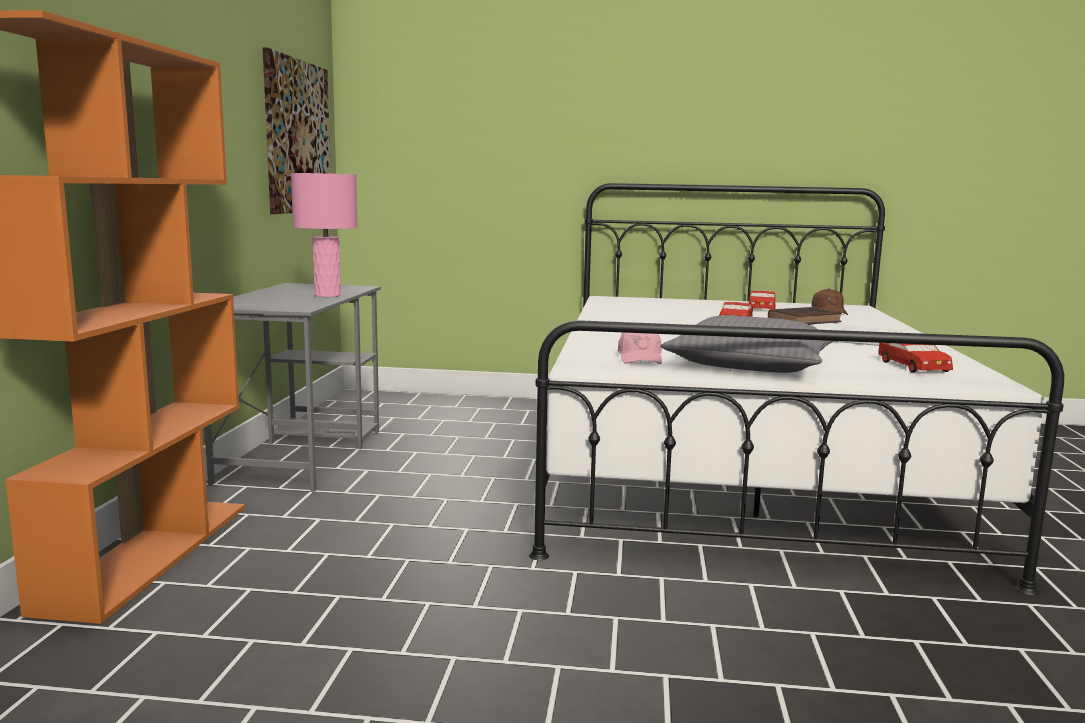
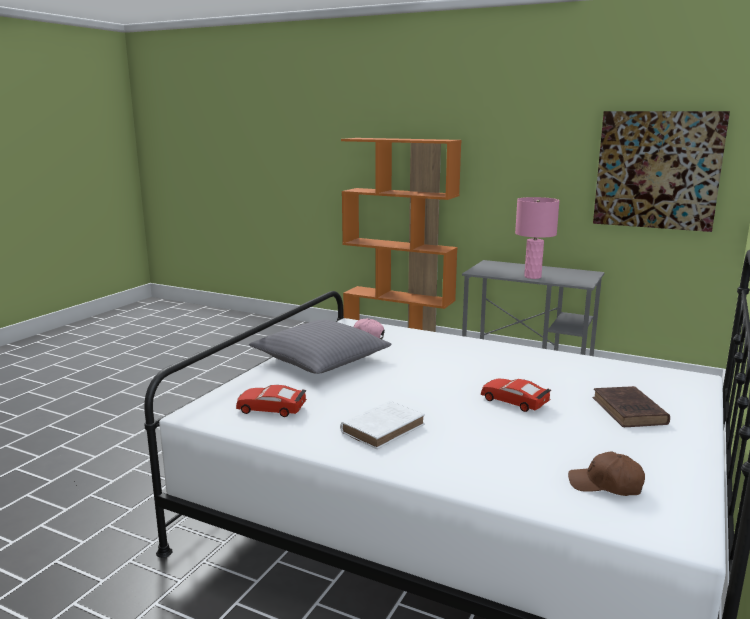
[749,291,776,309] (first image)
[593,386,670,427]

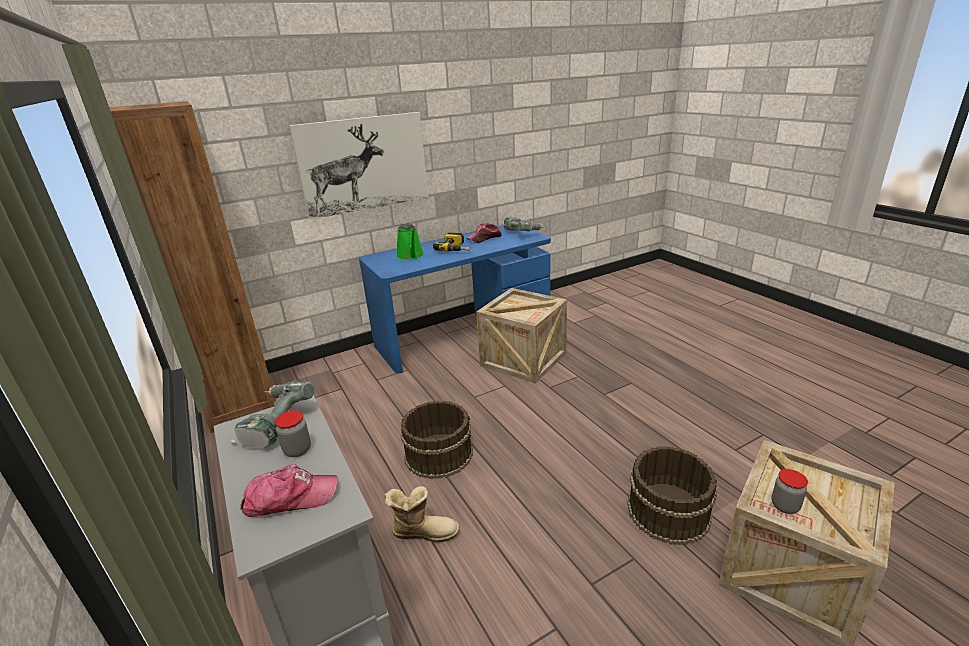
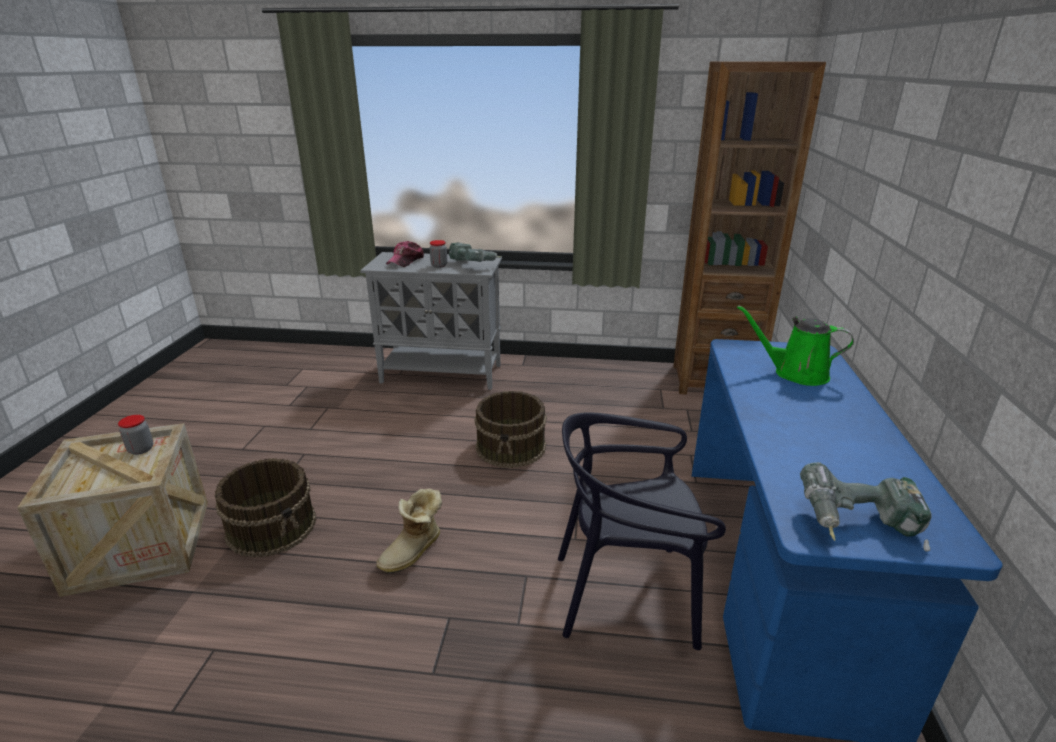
[289,112,429,220] (first image)
[466,223,502,243] (first image)
[433,233,471,252] (first image)
[558,412,726,650]
[376,489,442,574]

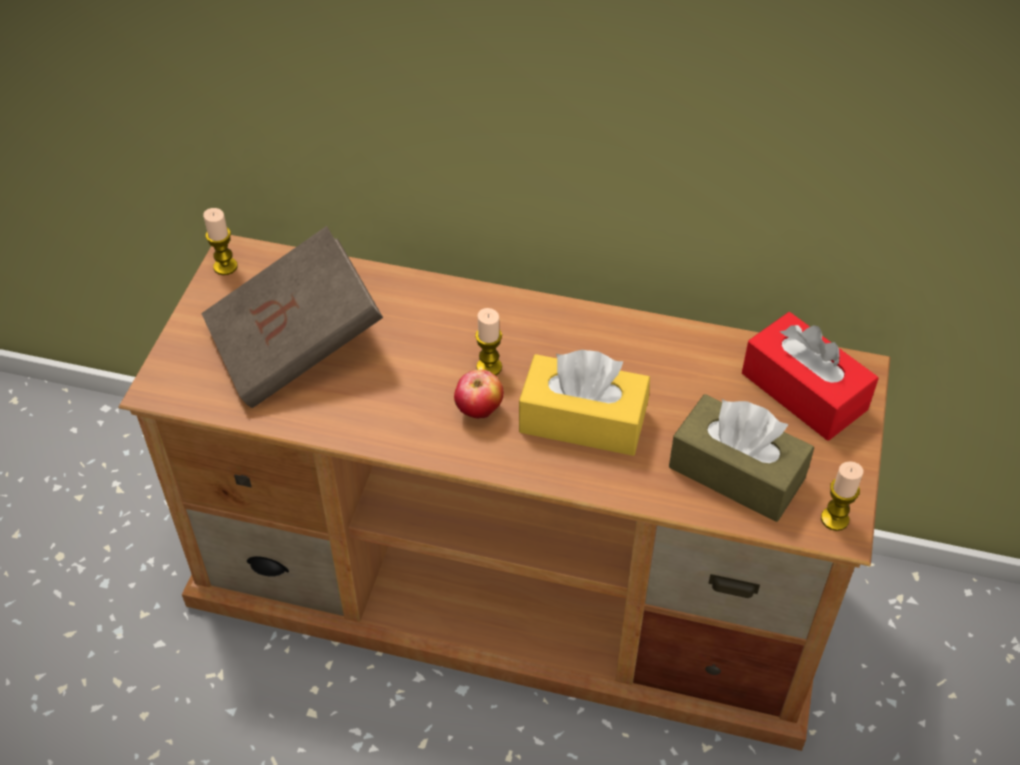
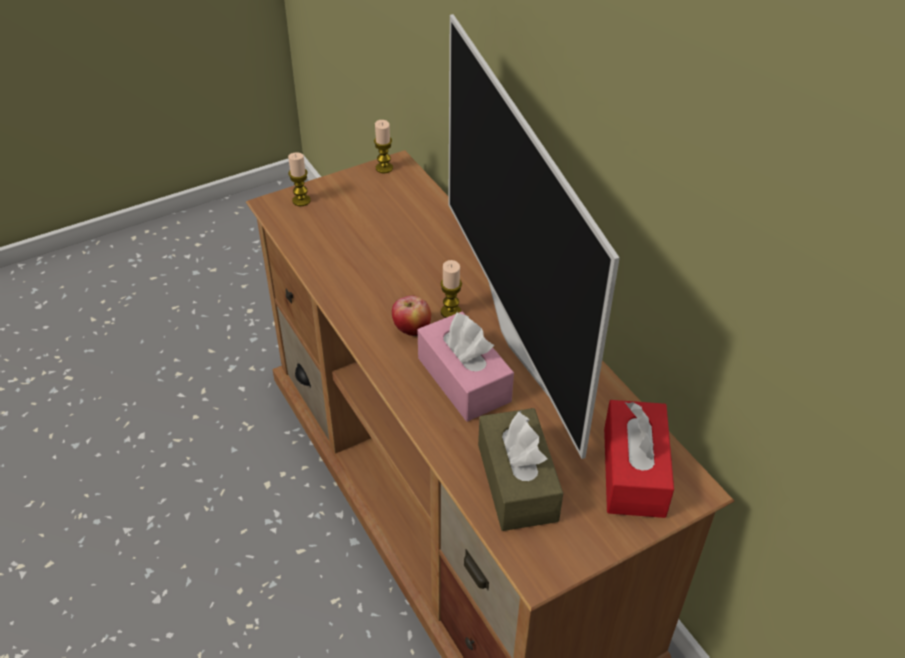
[202,226,383,408] (first image)
[418,312,514,422]
[288,153,311,206]
[448,14,620,459]

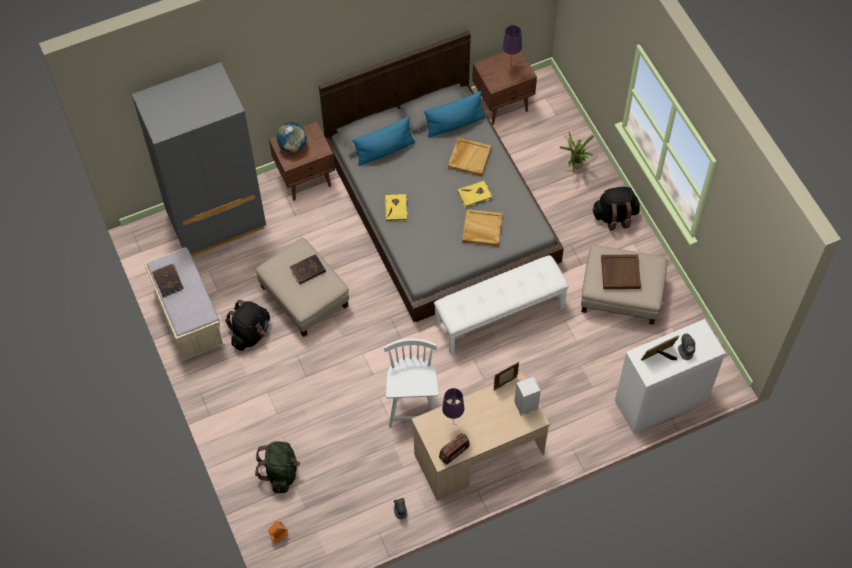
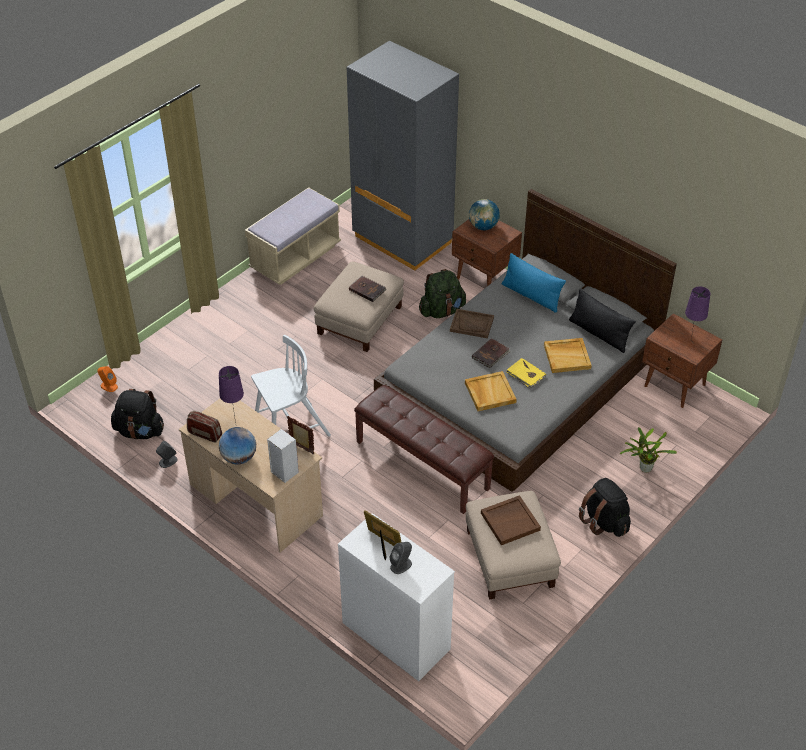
[569,289,636,353]
[450,309,494,338]
[354,385,494,514]
[472,338,511,368]
[111,389,164,439]
[419,269,466,318]
[219,427,256,464]

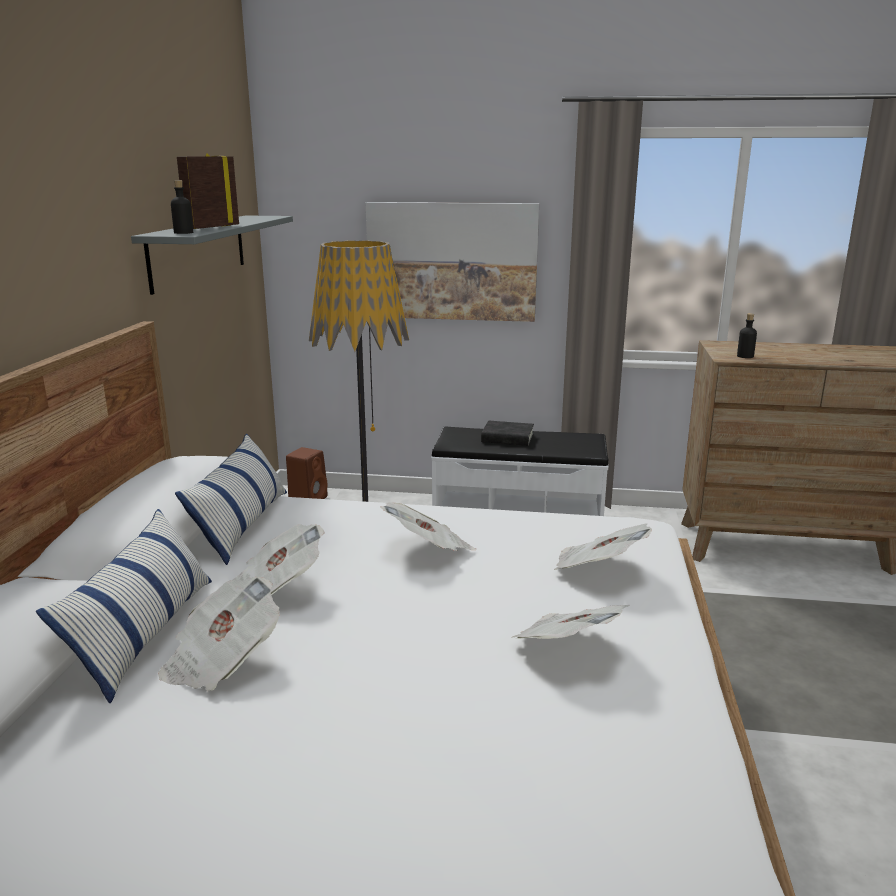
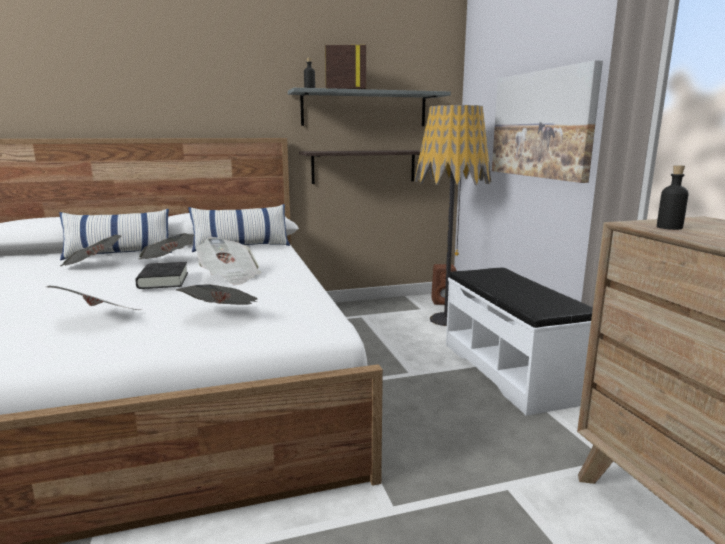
[135,262,188,289]
[299,150,421,184]

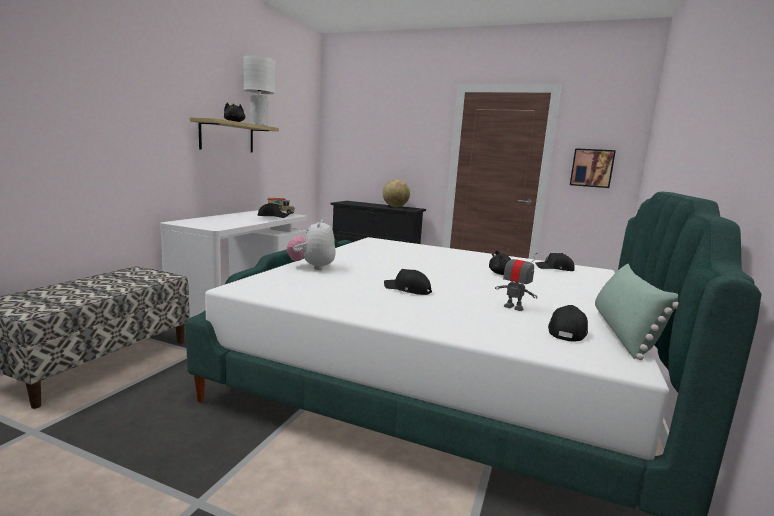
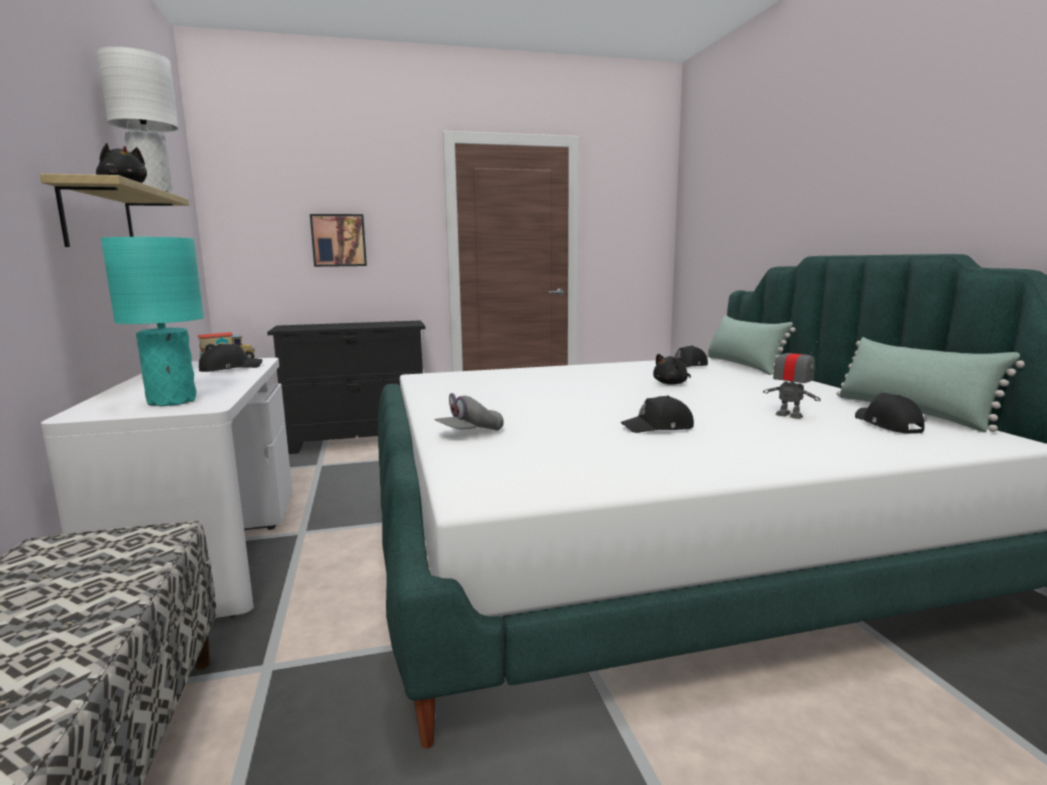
[310,214,367,267]
[383,179,410,207] (first image)
[435,393,504,431]
[763,340,821,419]
[101,237,204,406]
[708,315,796,375]

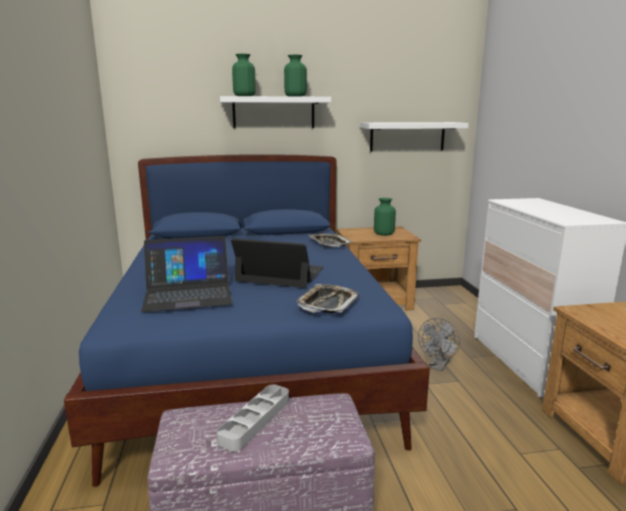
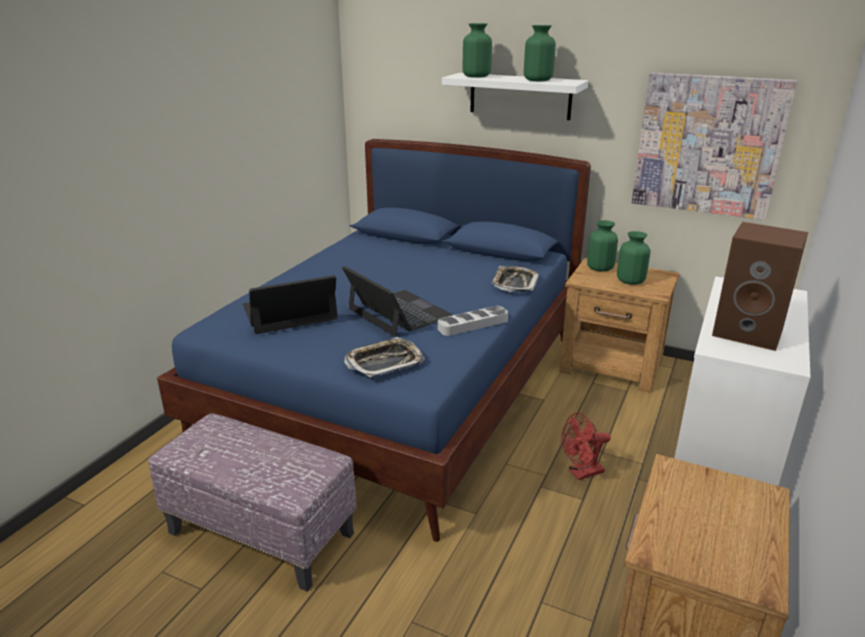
[632,73,797,220]
[242,275,338,334]
[562,413,611,480]
[438,306,508,336]
[587,220,618,272]
[712,222,808,351]

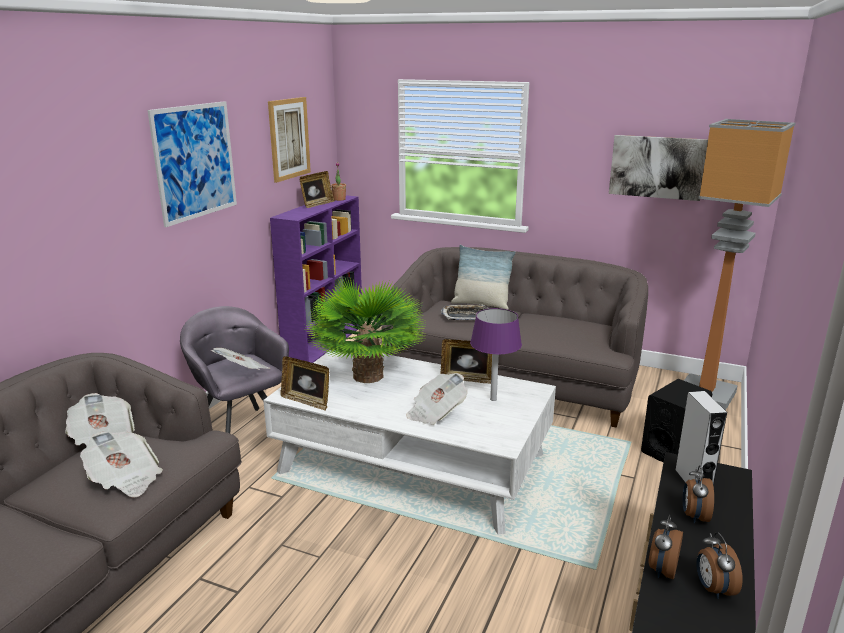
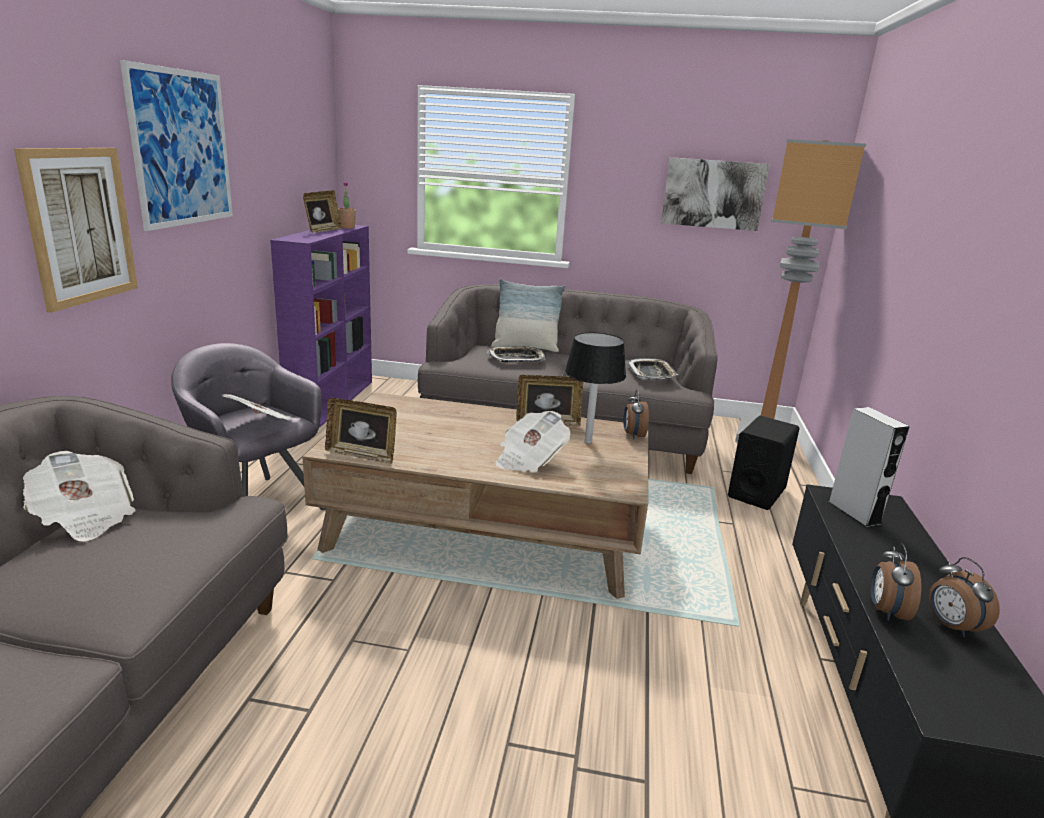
[14,148,138,313]
[306,275,426,383] (first image)
[565,332,626,444]
[302,392,648,599]
[80,431,163,498] (first image)
[624,390,649,439]
[627,358,678,380]

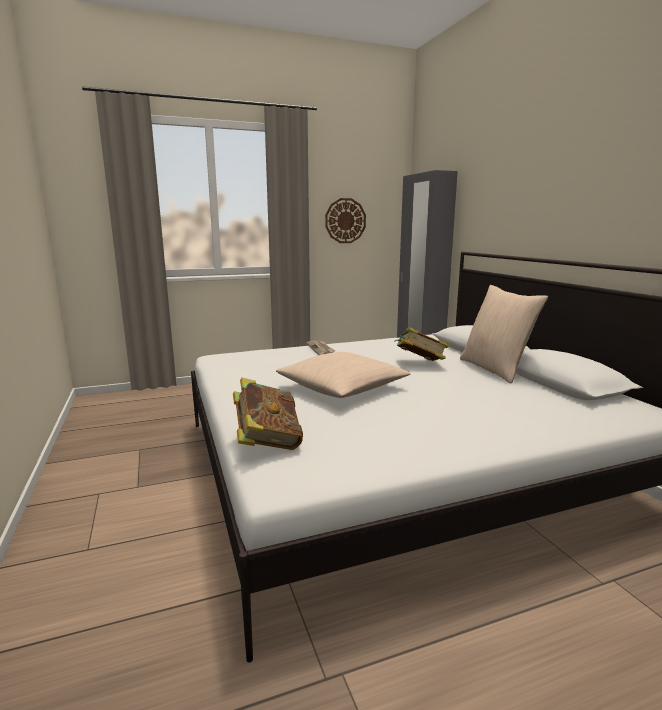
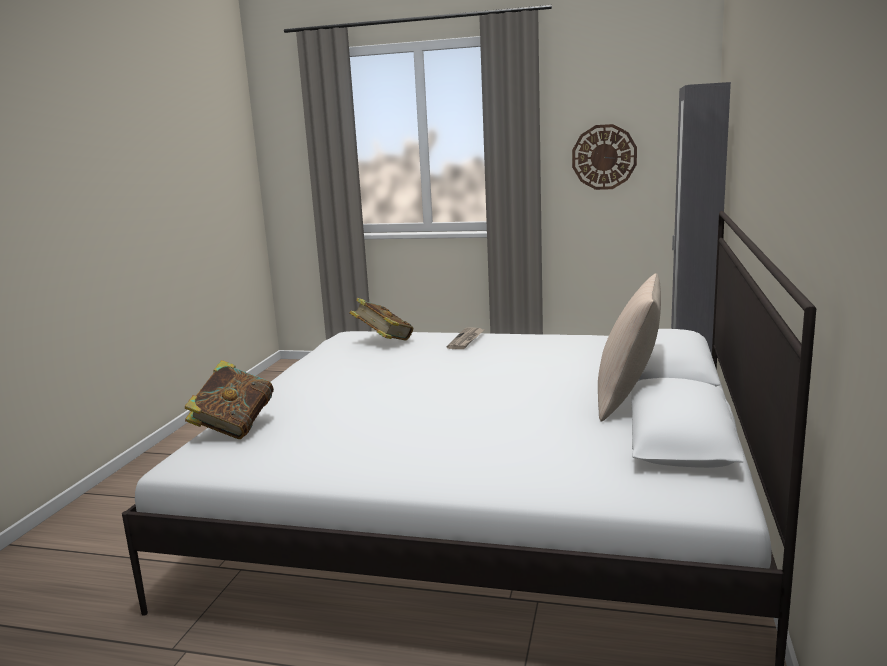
[349,298,413,341]
[276,352,410,398] (first image)

